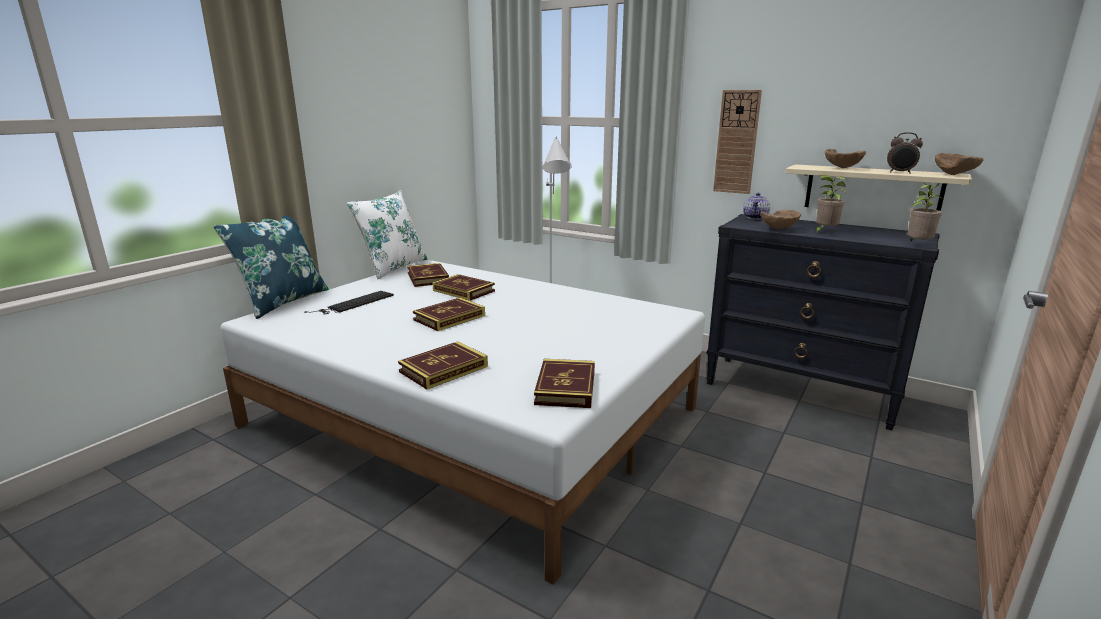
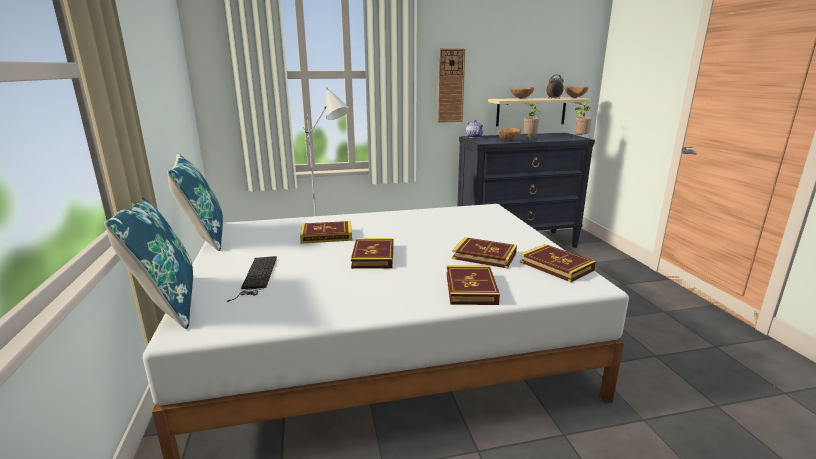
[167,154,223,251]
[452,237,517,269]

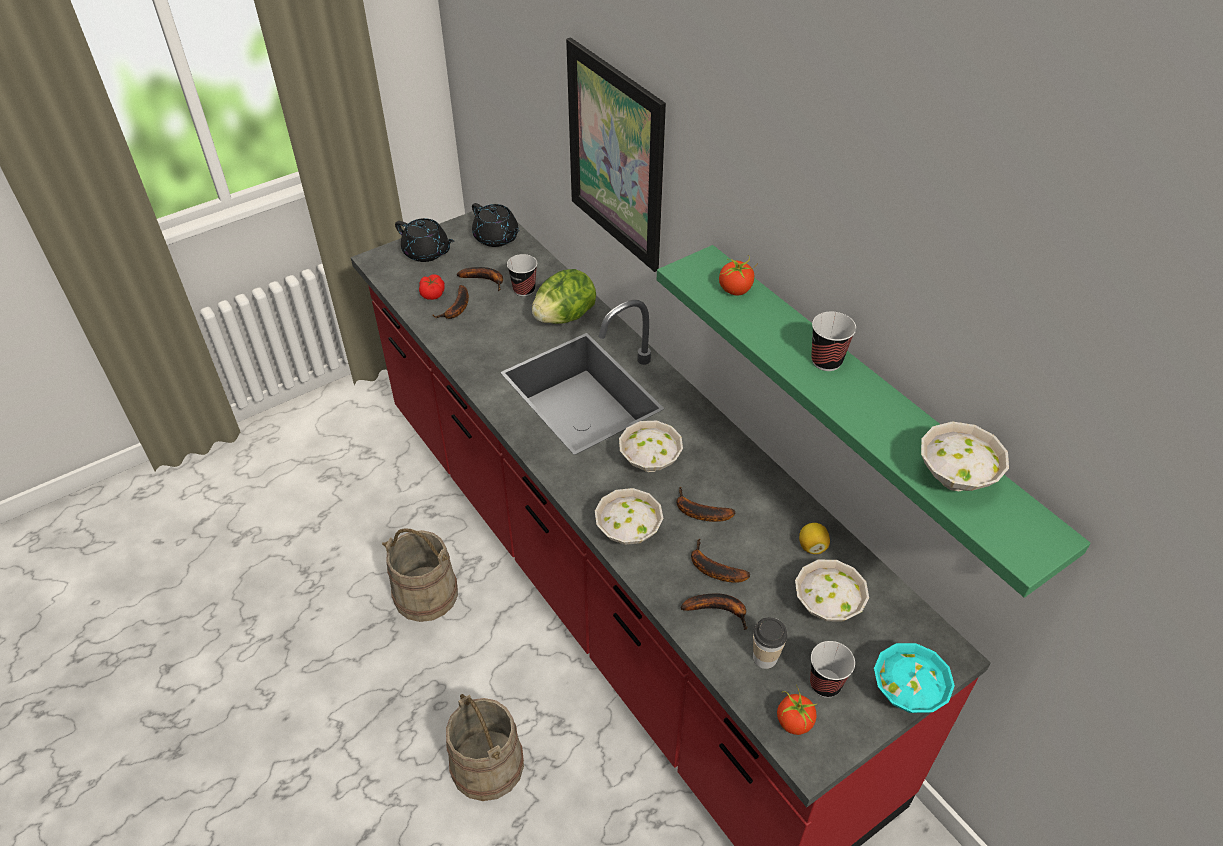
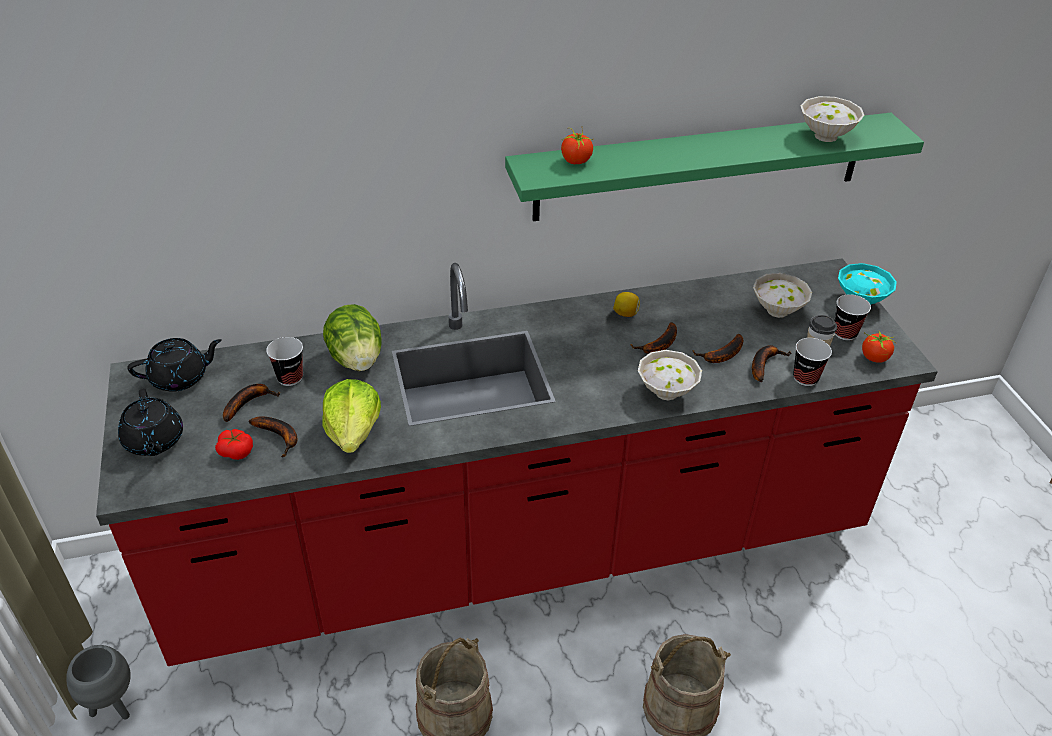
[566,37,666,272] (first image)
[118,389,183,456]
[793,338,832,386]
[619,421,683,472] (first image)
[613,292,640,317]
[322,379,381,453]
[66,645,131,719]

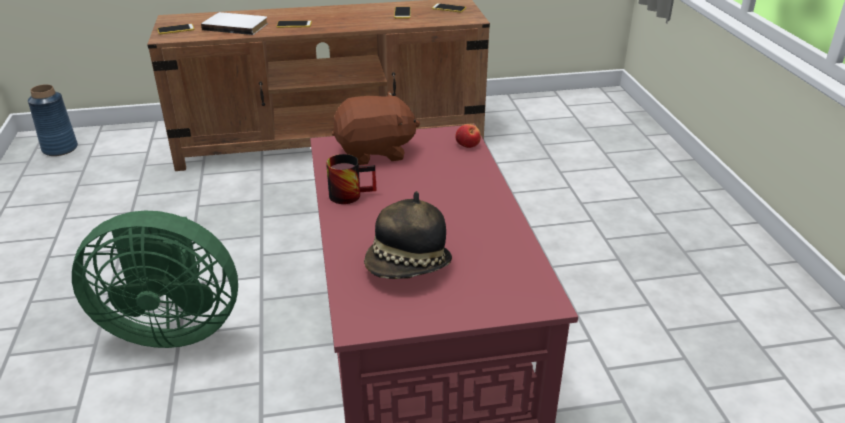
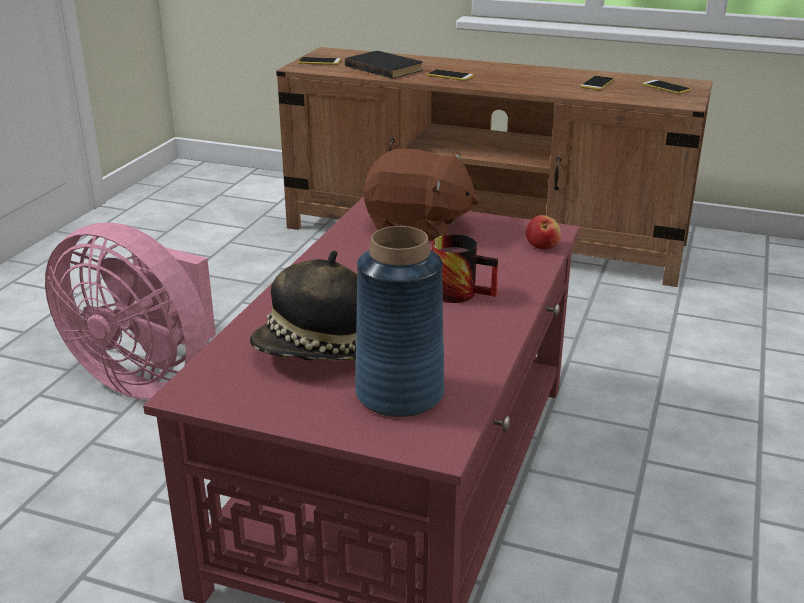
[345,51,423,79]
[355,226,445,417]
[432,234,498,303]
[45,222,216,399]

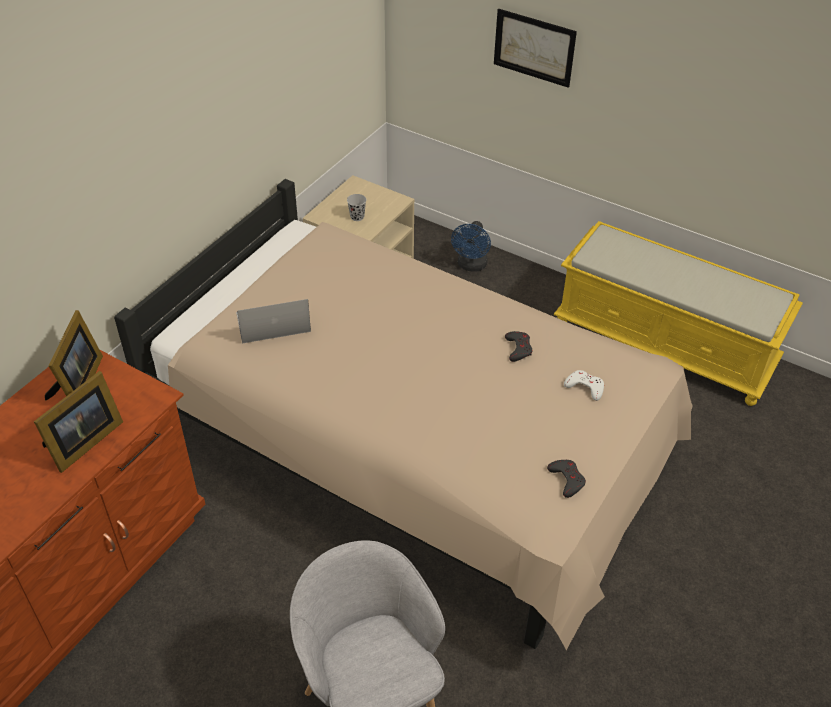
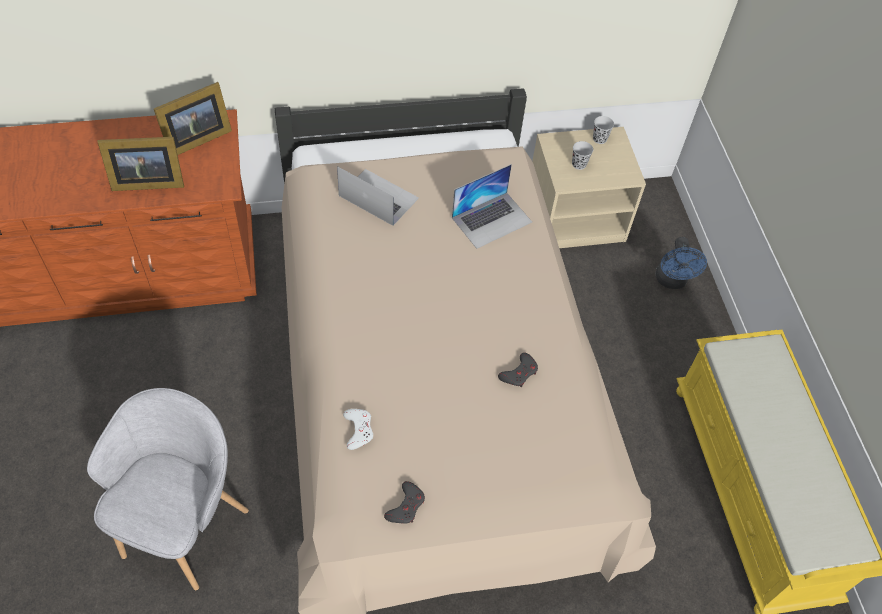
[494,9,577,88] (first image)
[656,237,707,289]
[343,409,373,450]
[593,116,614,144]
[452,164,532,249]

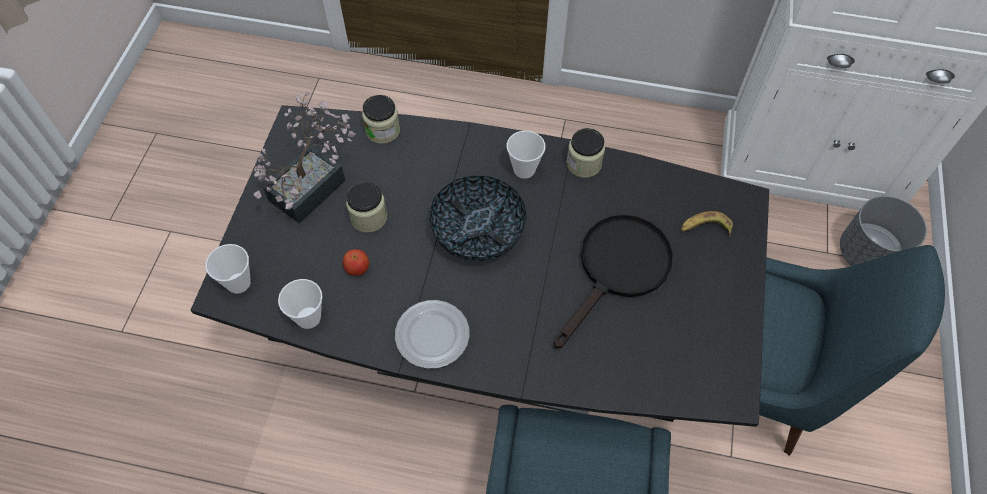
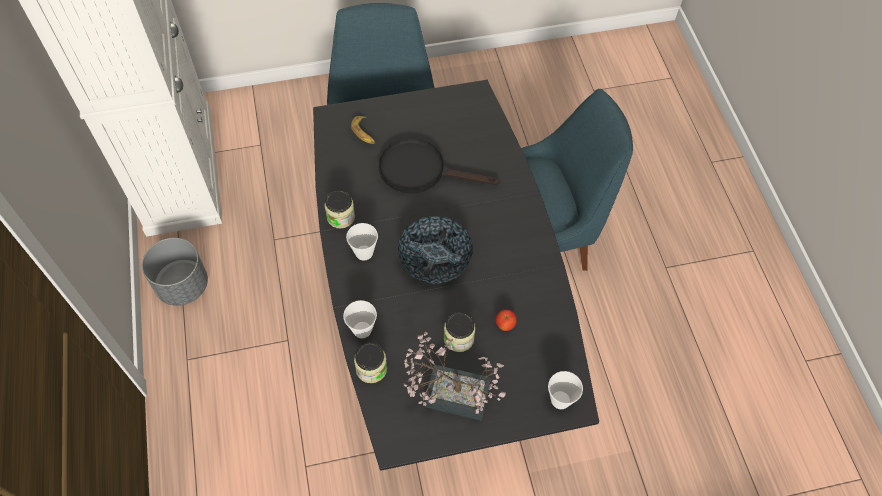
[142,238,208,306]
[343,300,377,338]
[395,300,470,369] (first image)

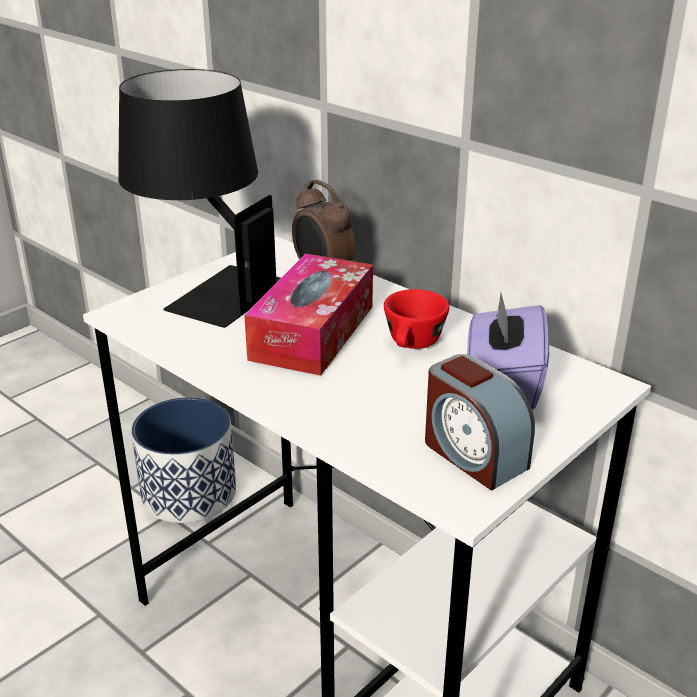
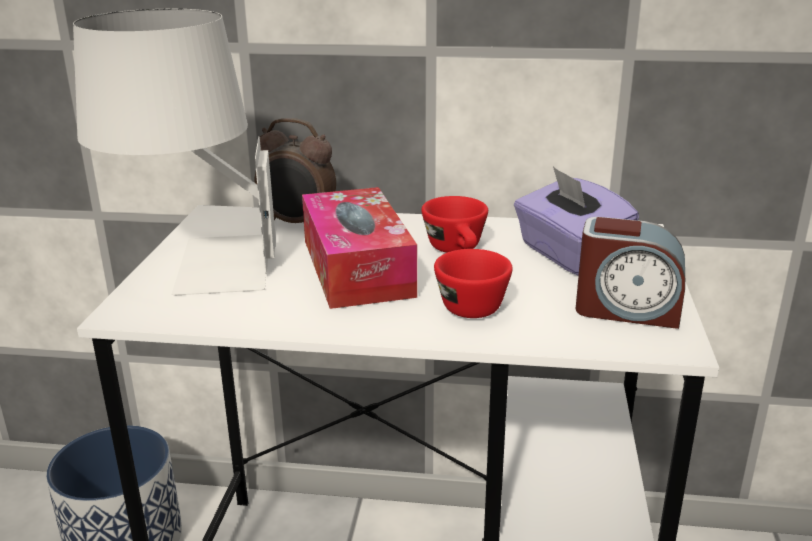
[73,9,276,296]
[434,249,513,318]

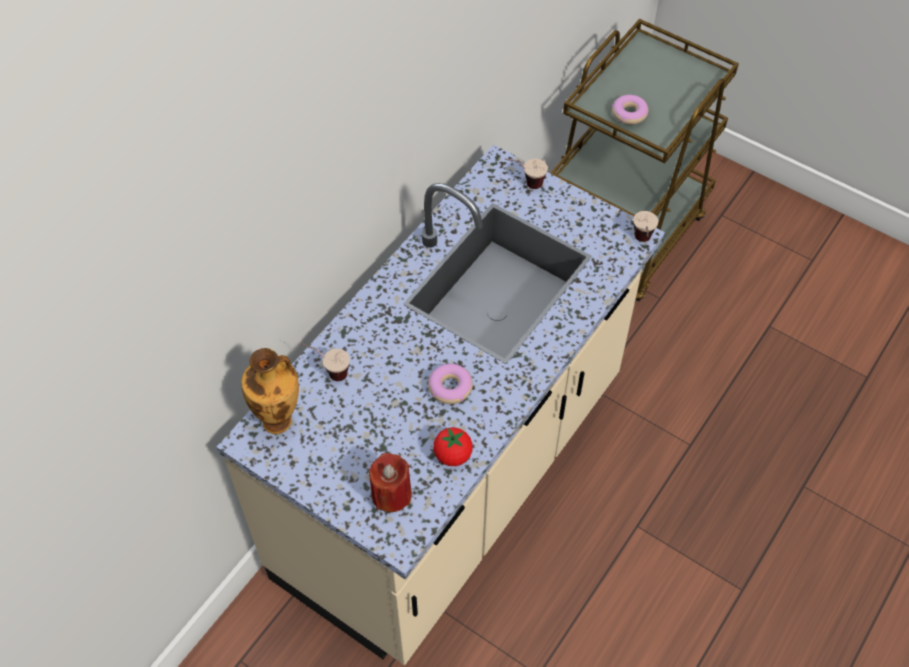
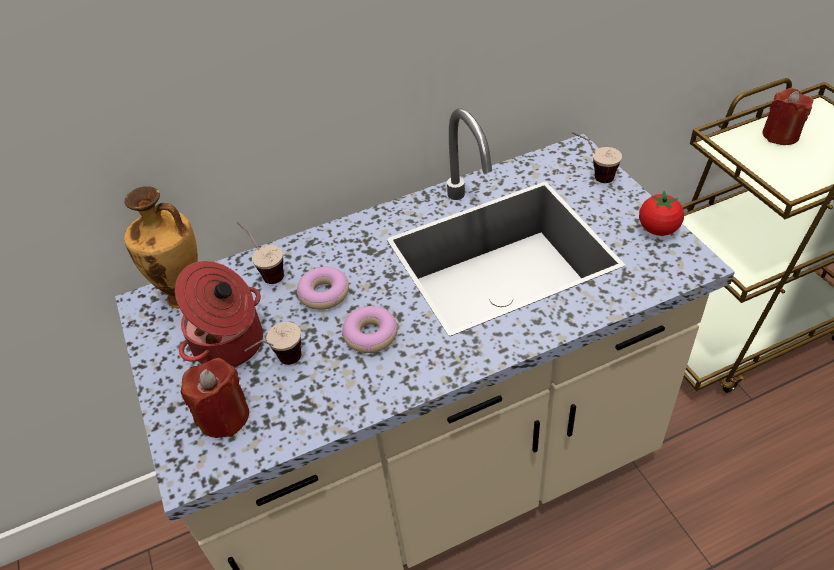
[297,267,349,310]
[244,322,301,365]
[639,191,684,236]
[762,88,813,145]
[175,261,263,367]

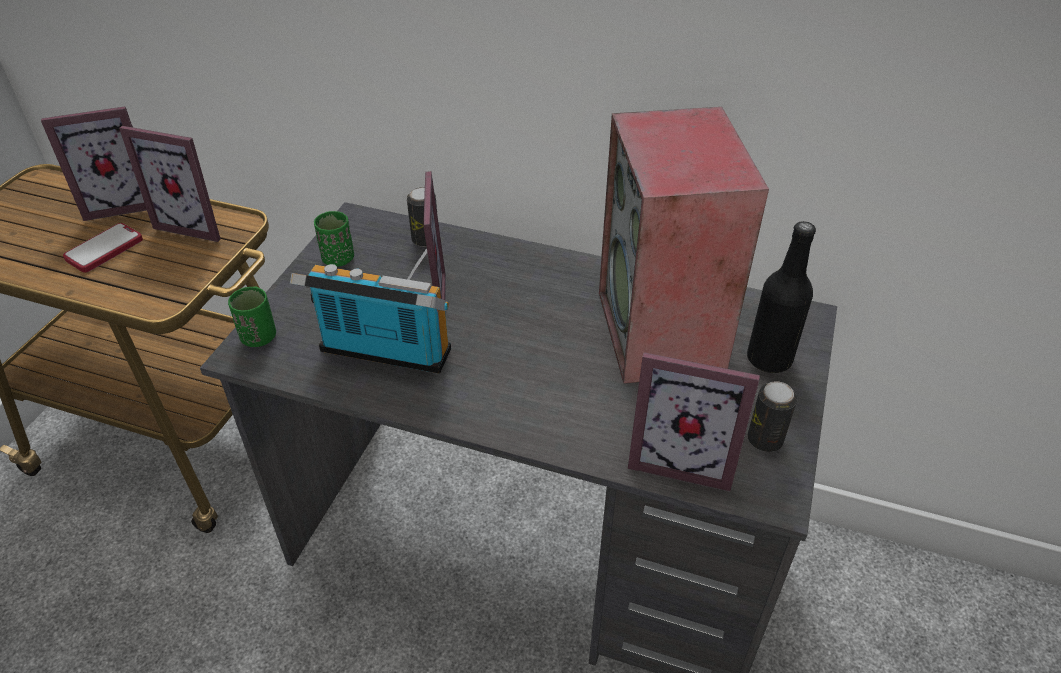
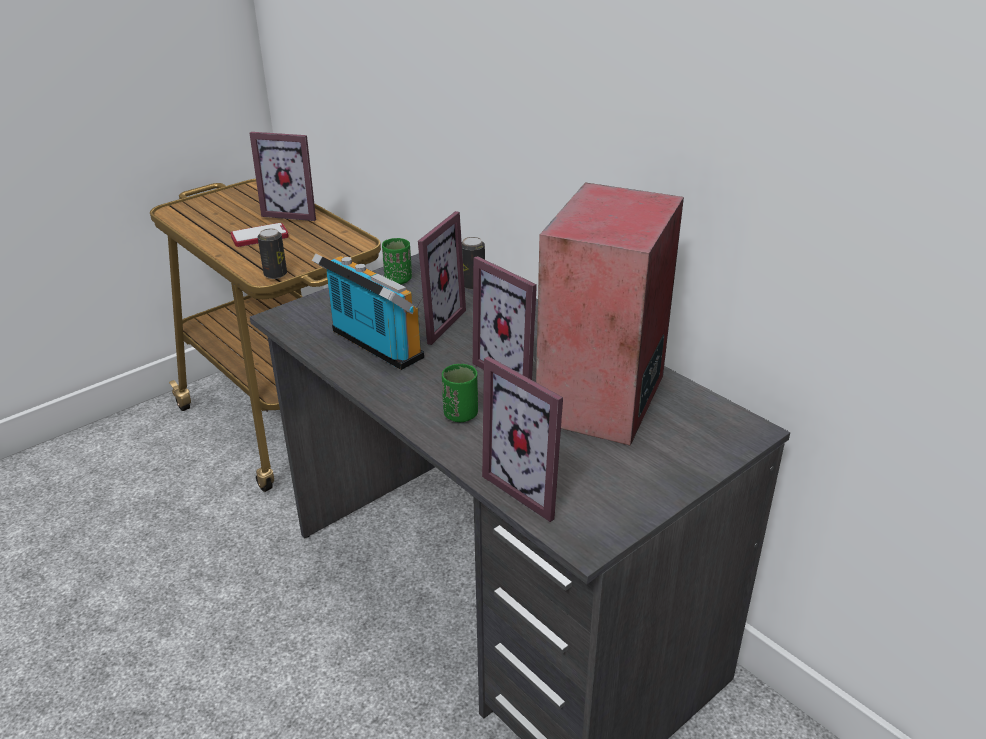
[473,256,537,380]
[747,221,816,373] (first image)
[442,364,478,422]
[257,228,287,279]

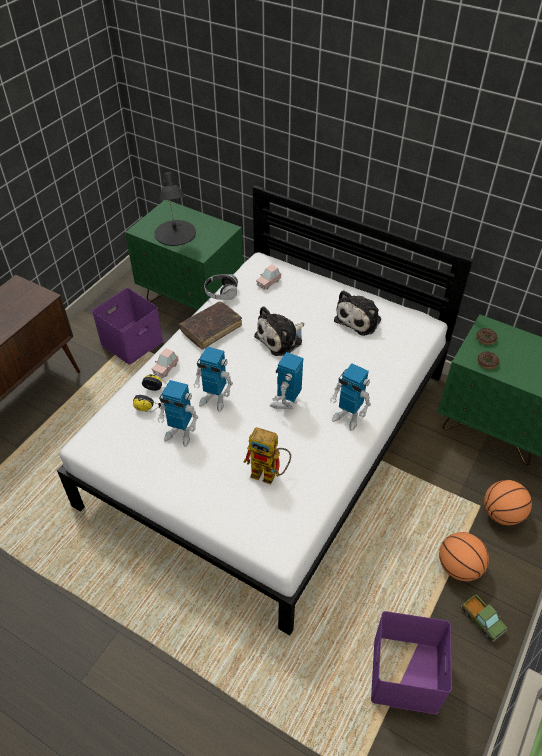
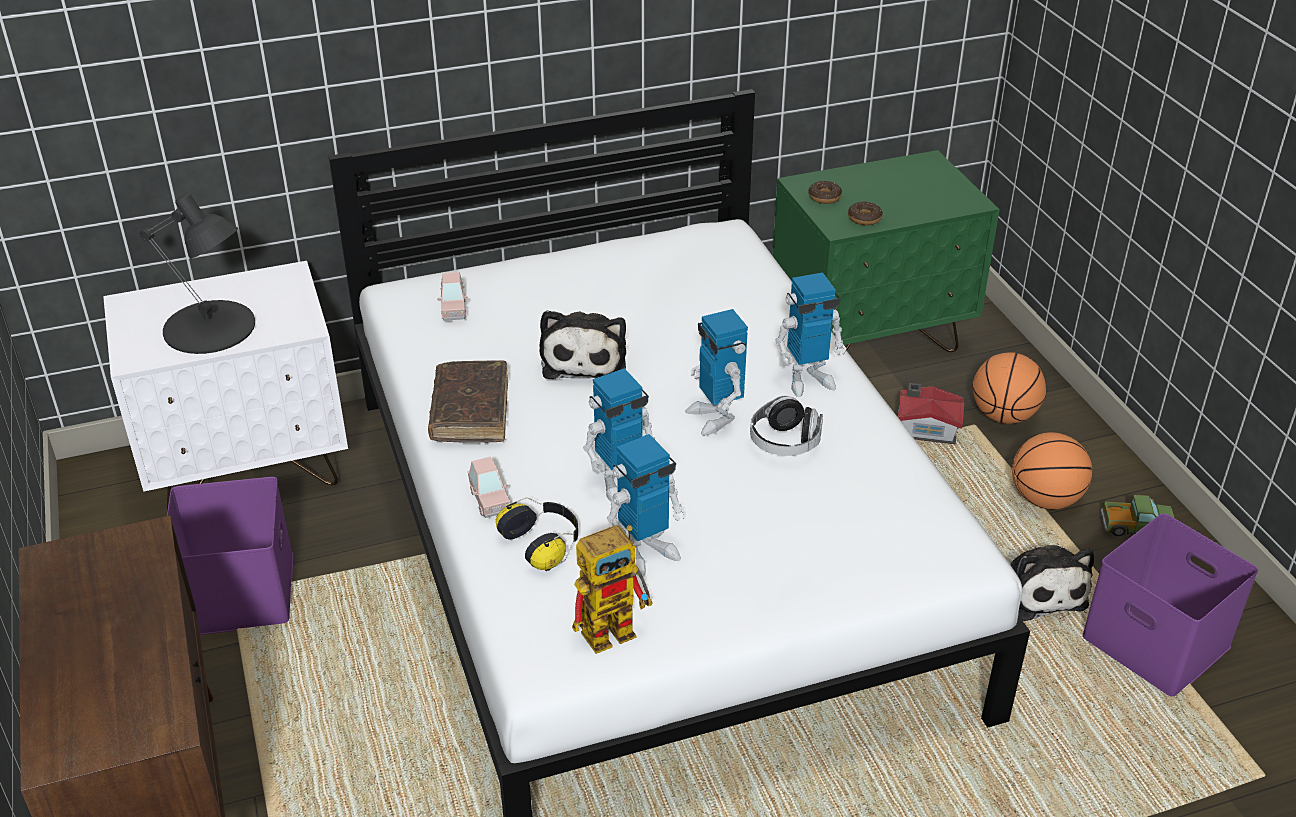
[103,261,348,511]
[750,396,823,456]
[1007,545,1094,621]
[572,525,653,654]
[898,383,964,444]

